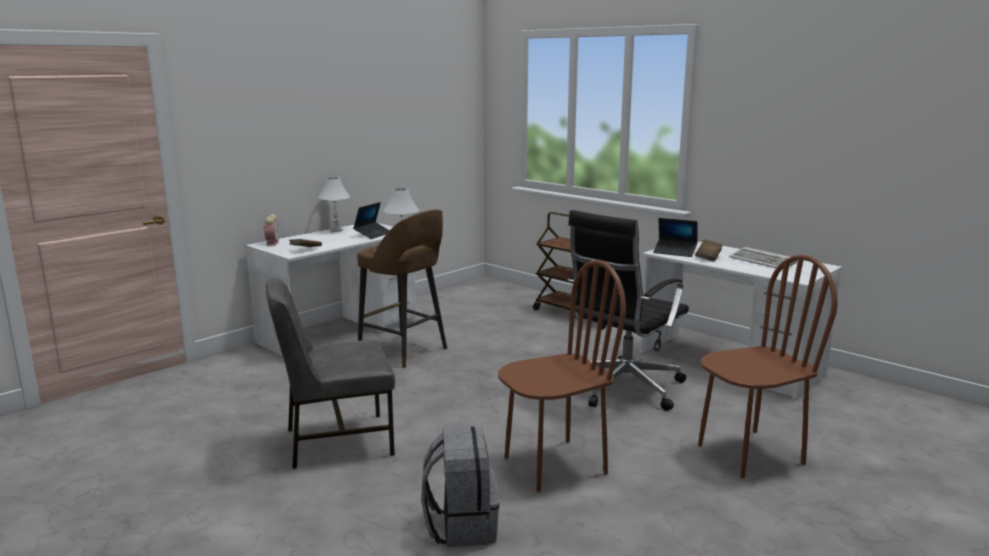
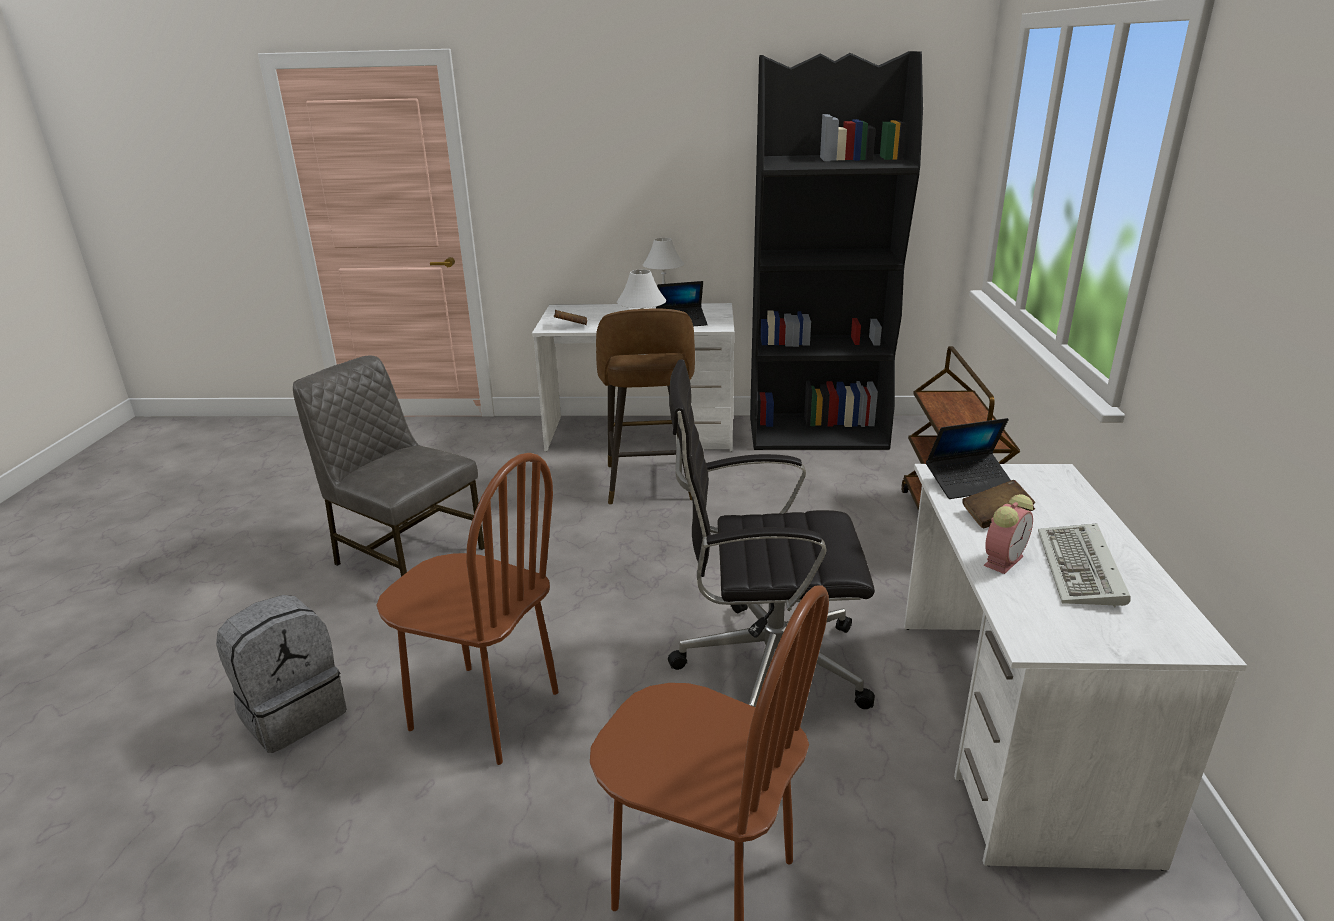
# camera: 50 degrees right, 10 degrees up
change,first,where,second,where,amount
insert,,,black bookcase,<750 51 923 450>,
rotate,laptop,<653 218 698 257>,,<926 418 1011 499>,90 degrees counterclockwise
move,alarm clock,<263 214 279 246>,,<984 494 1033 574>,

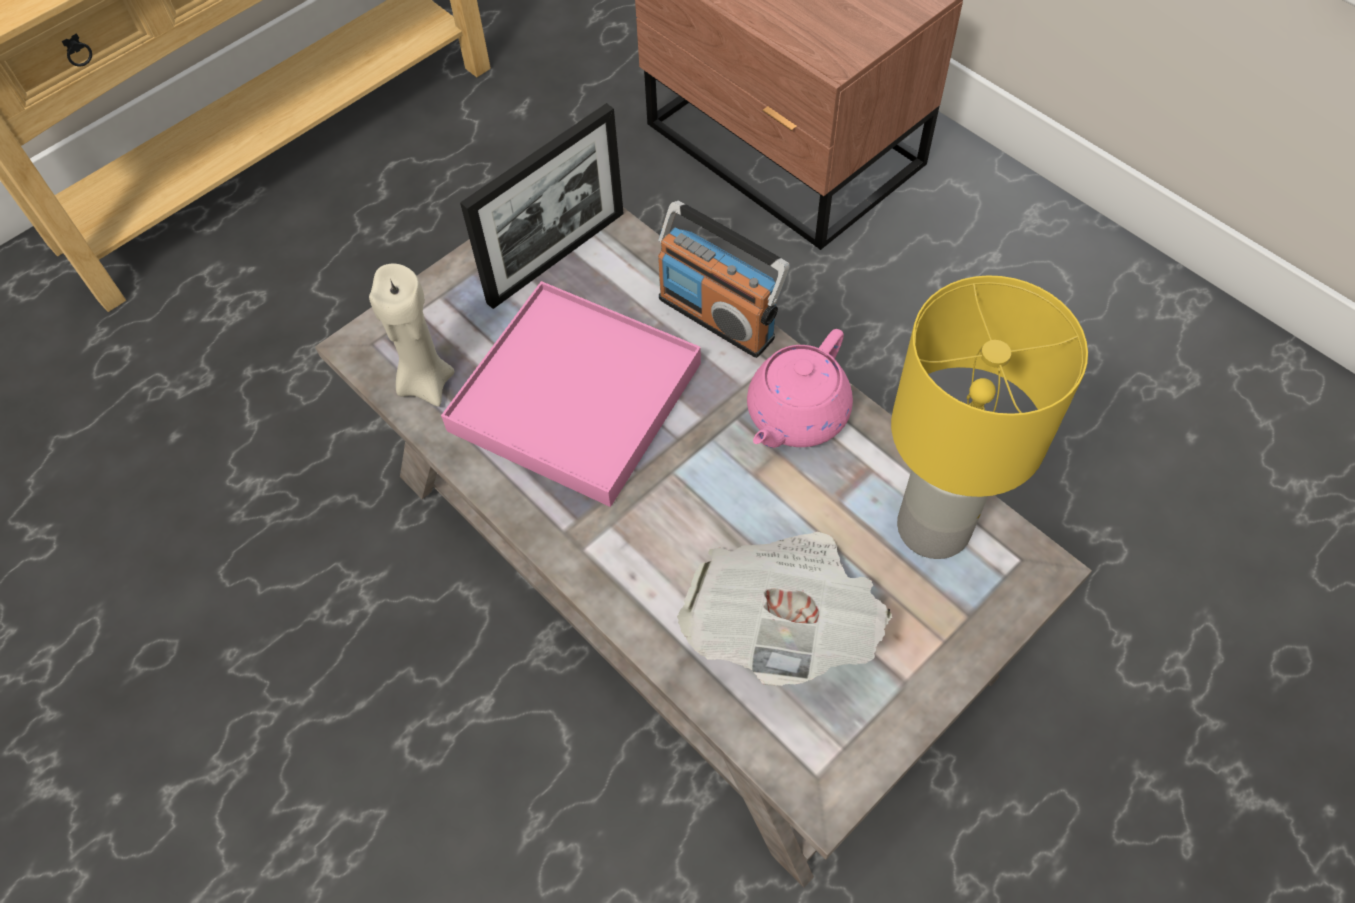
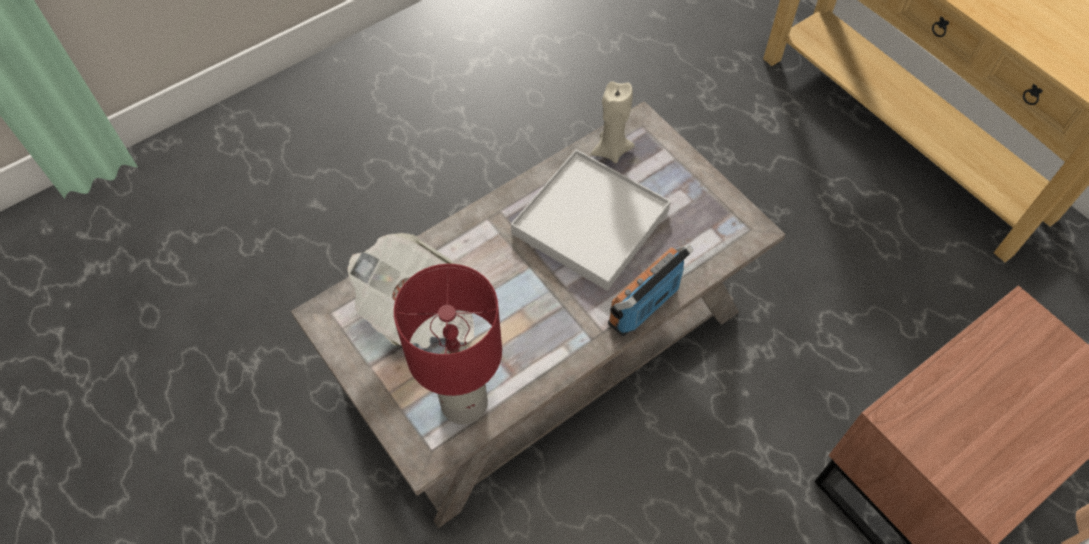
# camera: 95 degrees right, 0 degrees up
change,first,where,second,where,amount
recolor,yellow table lamp,<891 275 1088 559>,red table lamp,<394 264 502 425>,
recolor,pink tray,<441 281 701 507>,white tray,<511 149 671 291>,
delete,picture frame,<460 103 624 309>,,,
delete,pink teapot,<747 329 853 448>,,,

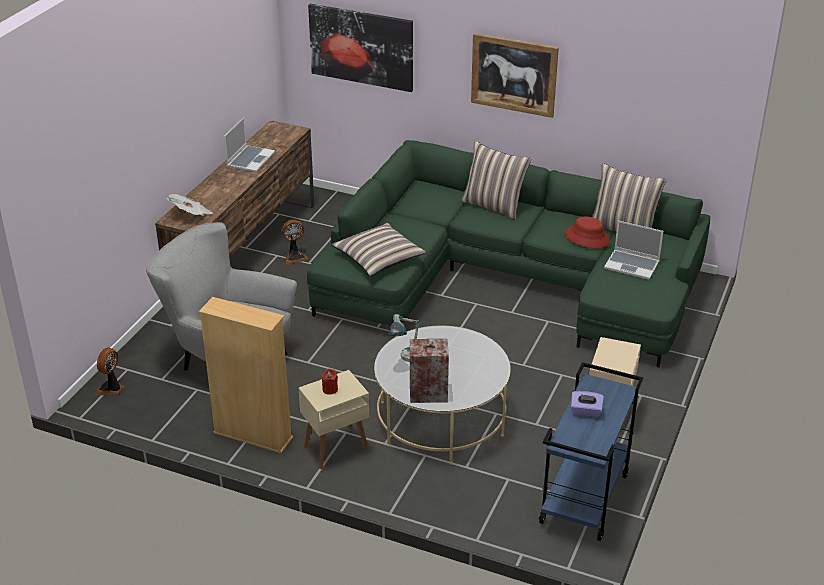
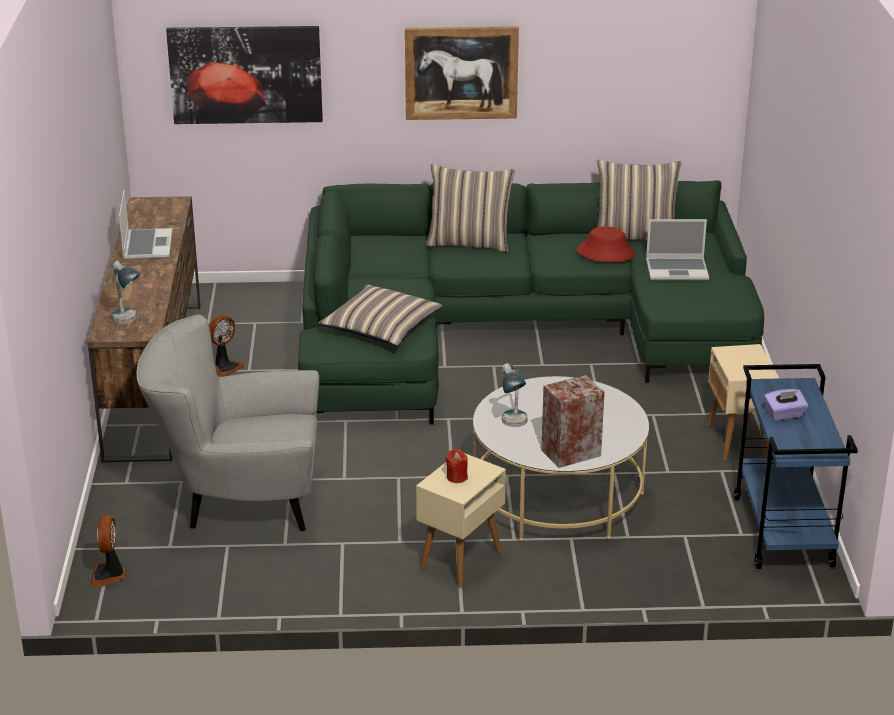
# camera: 25 degrees left, 5 degrees down
change,first,where,second,where,amount
replace,newspaper,<166 194 213 216>,table lamp,<111 261 140 324>,
delete,beige bookcase,<199 297 293 453>,,,

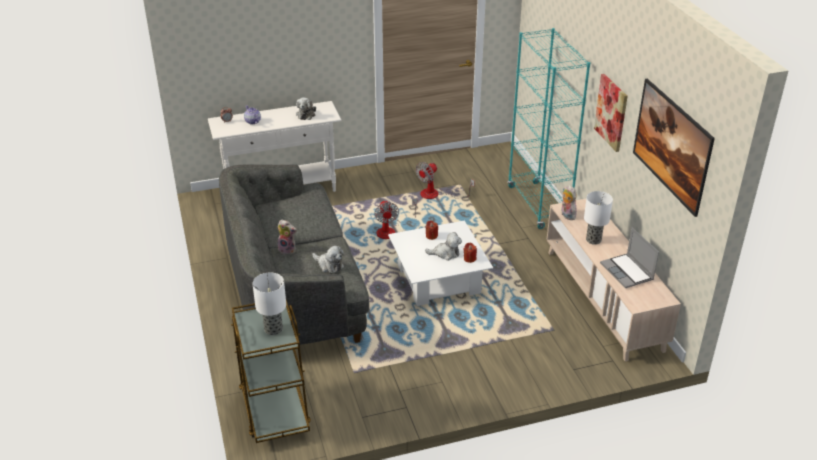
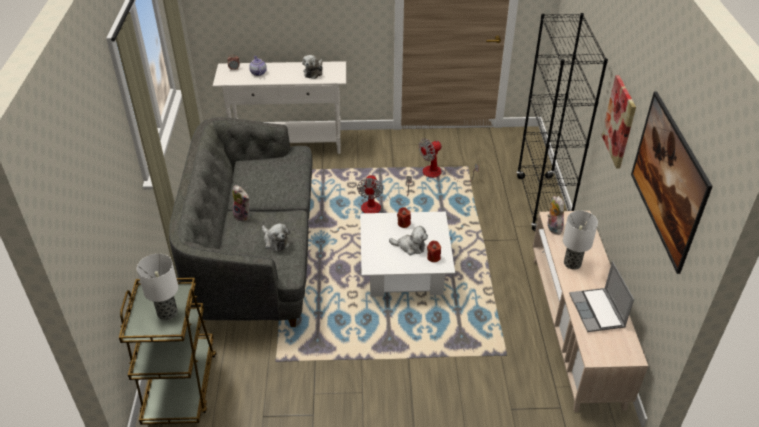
# camera: 15 degrees right, 5 degrees up
change,first,where,second,where,amount
recolor,turquoise bookcase,<508 28 590 229>,black bookcase,<517 13 608 231>,

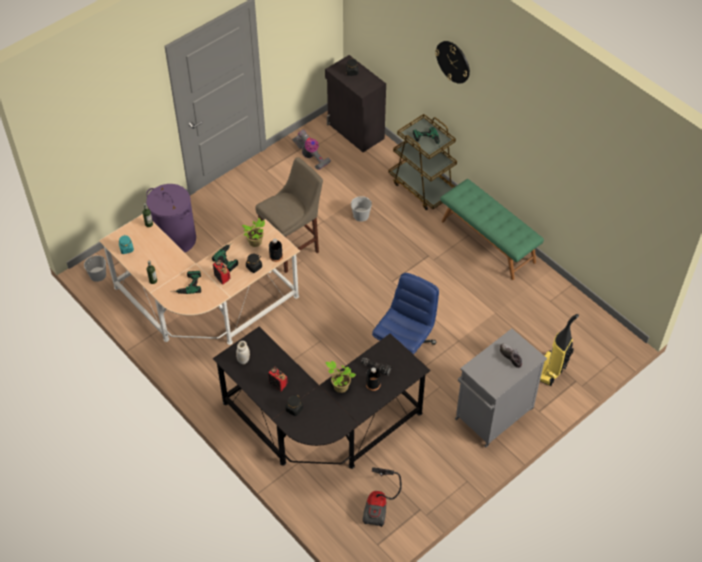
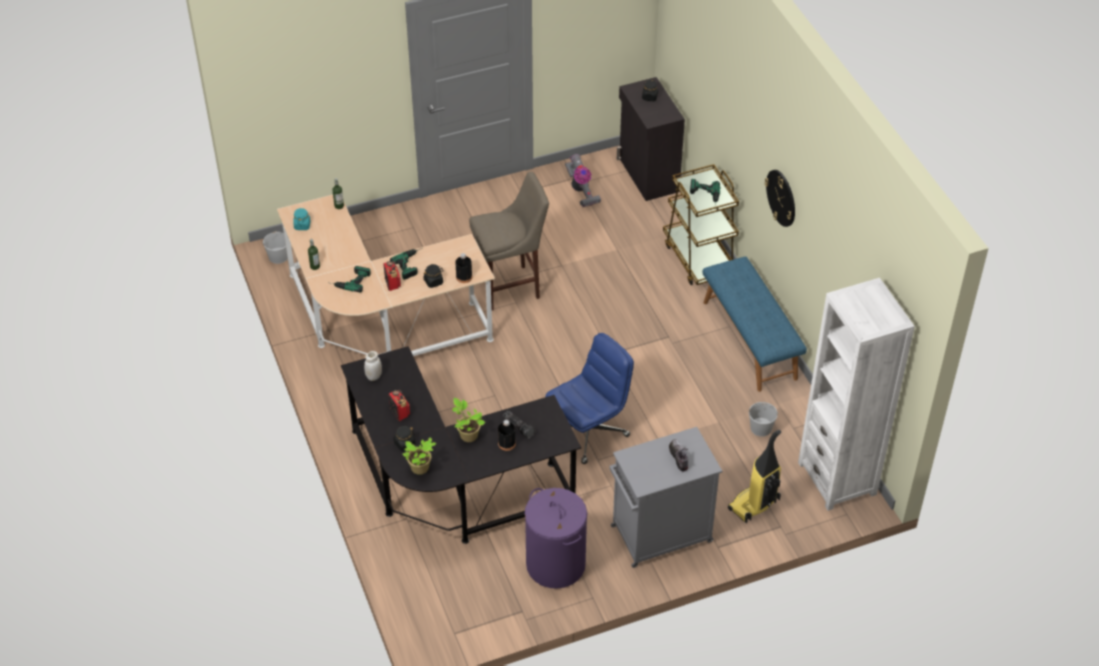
# camera: 20 degrees right, 5 degrees down
change,first,where,second,where,amount
move,potted plant,<242 218 265 247>,,<403 437 436 475>,
move,purple laundry basket,<146 184 196 252>,,<525 488 587 589>,
recolor,green bench,<440 179 544 280>,blue bench,<702 256 807 392>,
move,white bucket,<351 196 372 222>,,<749 402 778 437>,
move,wall clock,<435 41 470 84>,,<765 170 795 227>,
insert,,,white bookcase,<798 278 915 511>,
delete,vacuum cleaner,<362 467 402 527>,,,

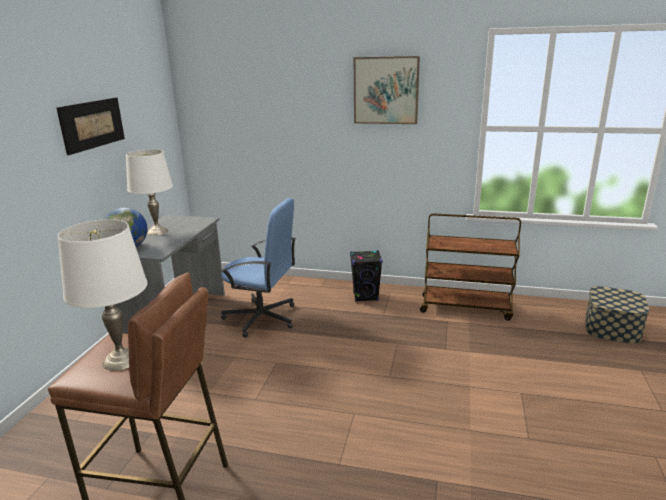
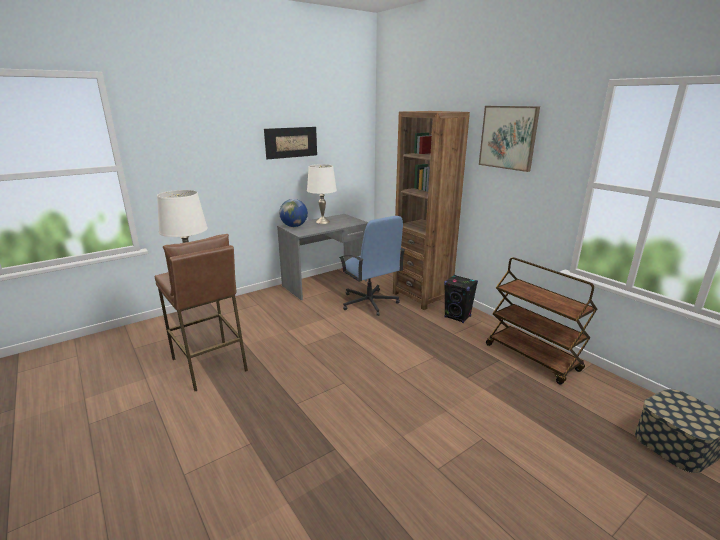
# camera: 40 degrees right, 0 degrees up
change,first,where,second,where,amount
insert,,,brown bookcase,<393 111 470 310>,

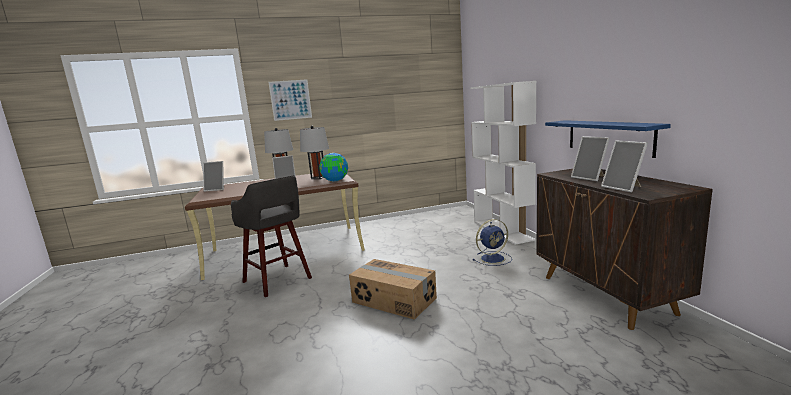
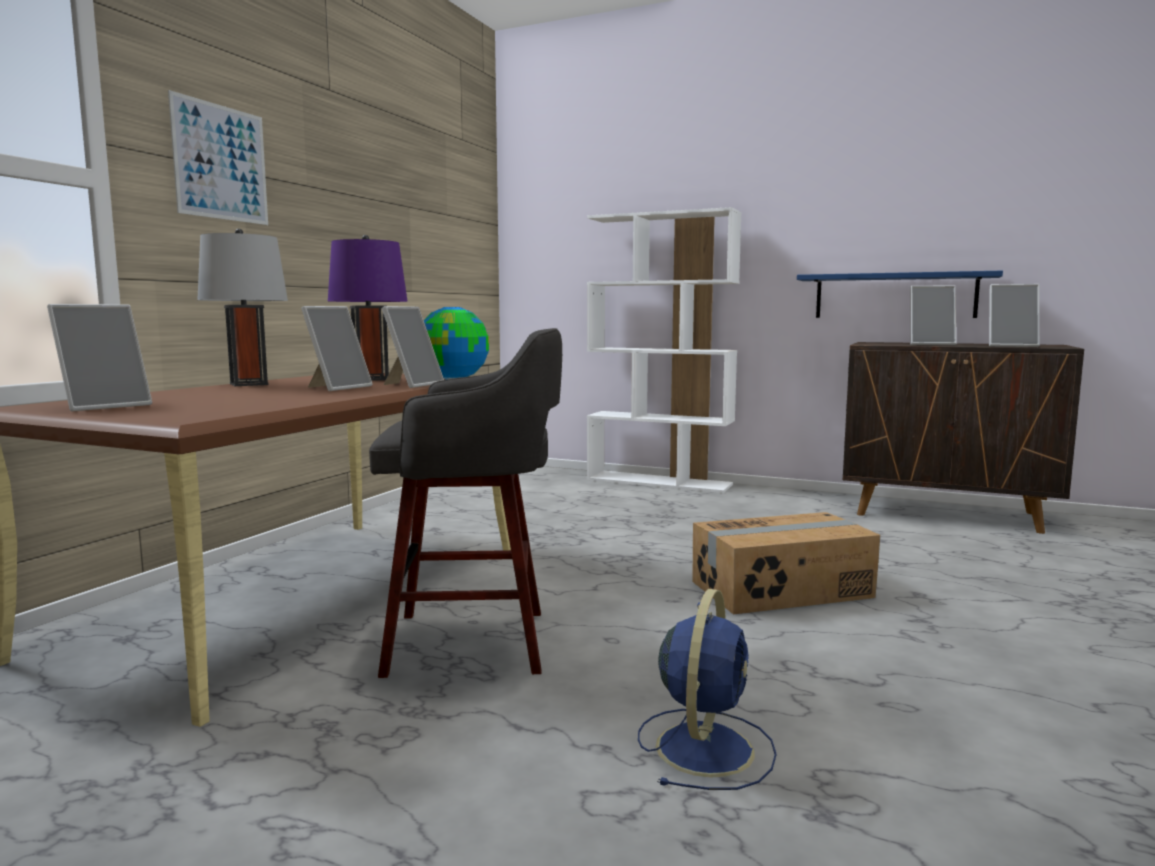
# camera: 50 degrees left, 5 degrees down
change,first,where,second,where,amount
recolor,grey table lamp,<300 126 329 179>,purple table lamp,<328 235 408 381>,
insert,,,picture frame,<382 306 444 388>,
move,blue fan,<473 219 512 266>,,<638 589 776 790>,

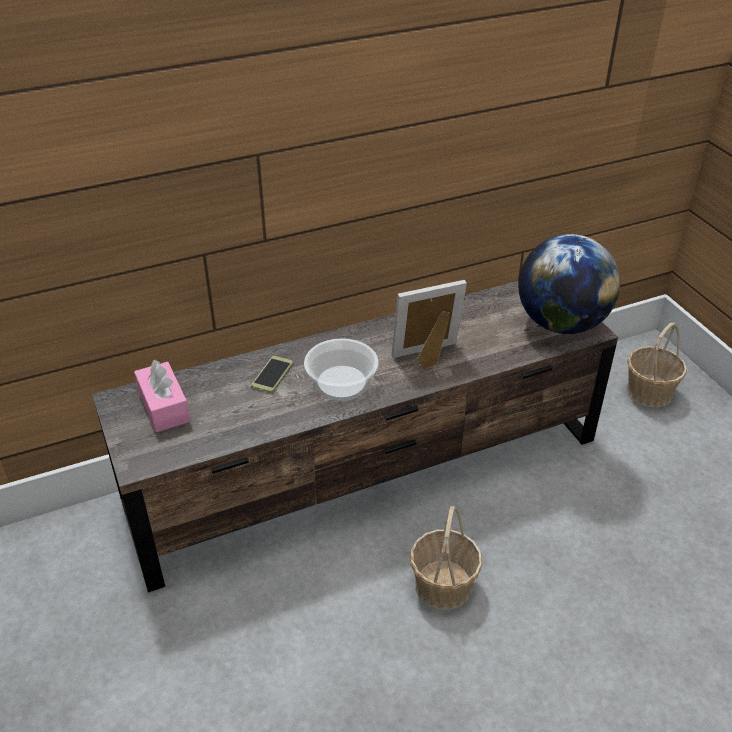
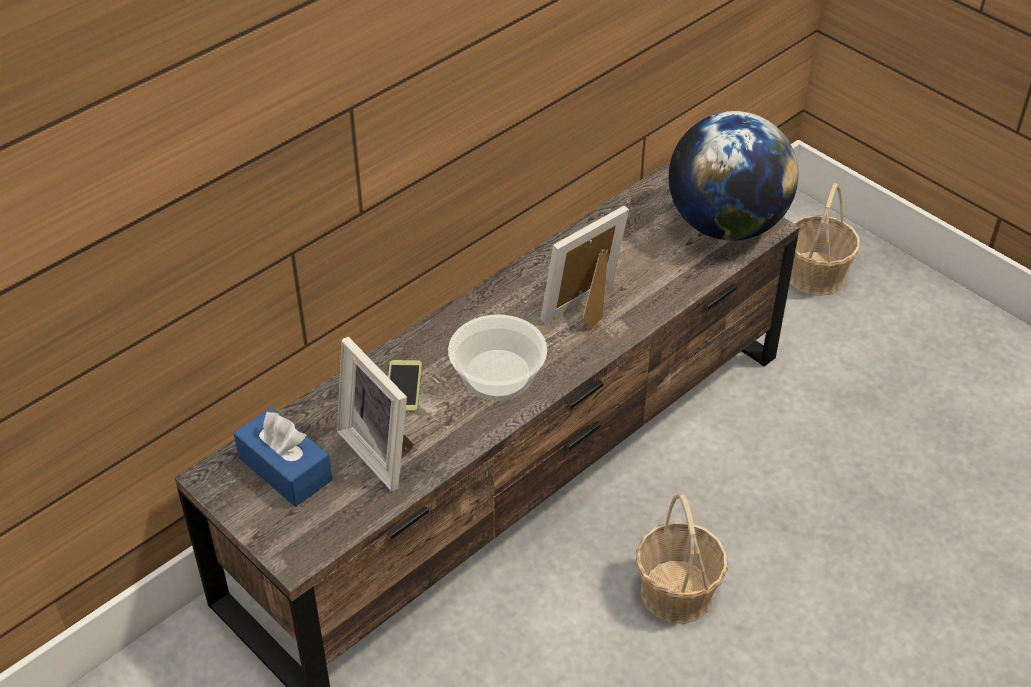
# camera: 20 degrees left, 5 degrees up
change,first,where,second,where,amount
recolor,pink tissue box,<134 360 190 432>,blue tissue box,<234 408 332 507>,
insert,,,picture frame,<337 337 414 491>,

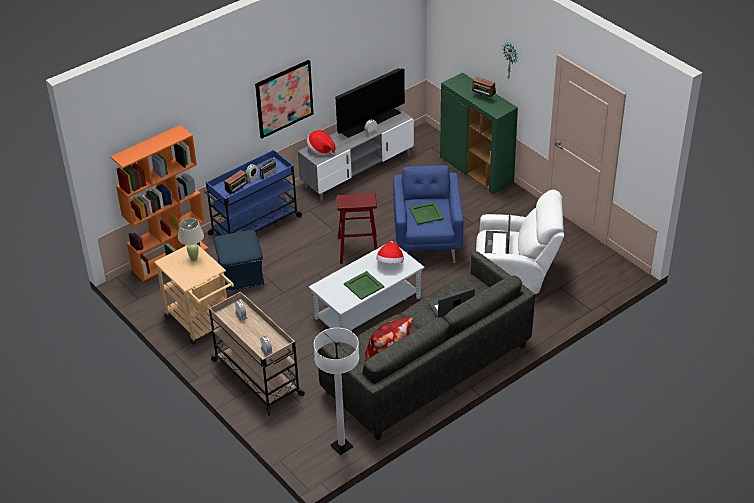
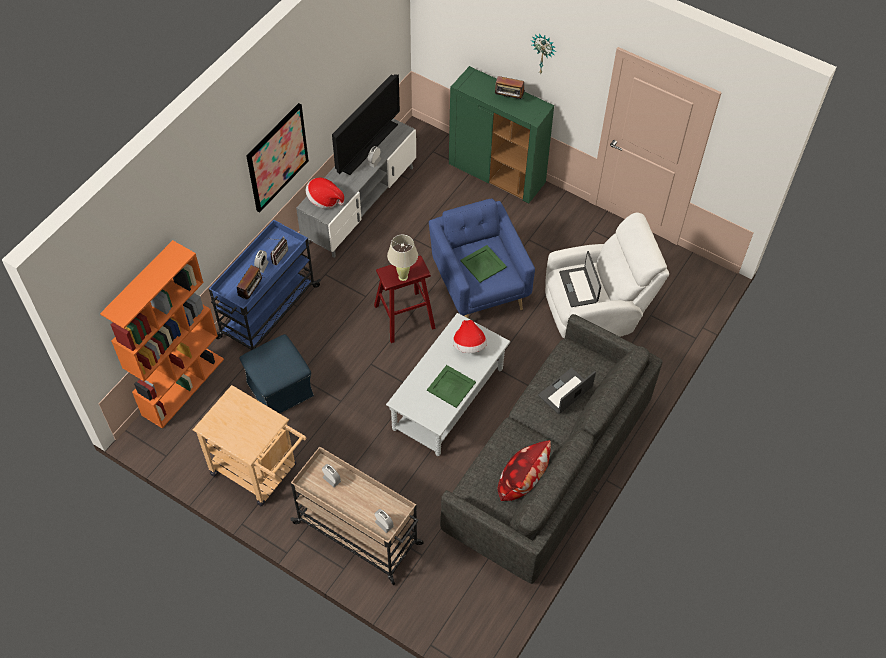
# camera: 20 degrees left, 15 degrees up
change,first,where,second,where,amount
move,beige table lamp,<178 218 204 262>,,<387 235 418 281>,
delete,white floor lamp,<314 328 359 455>,,,

